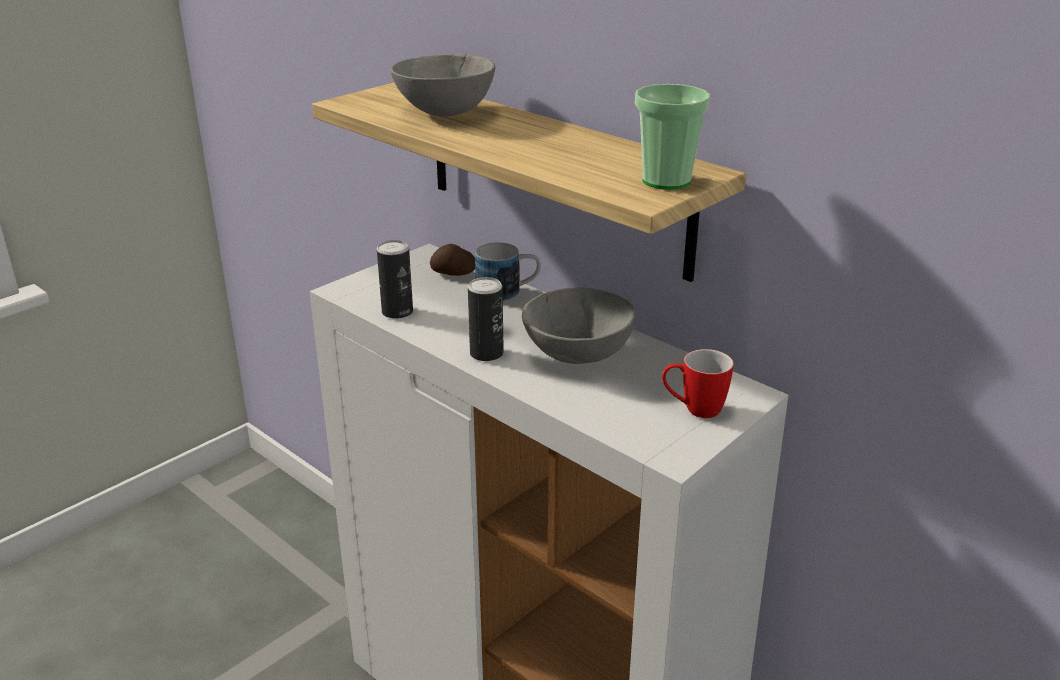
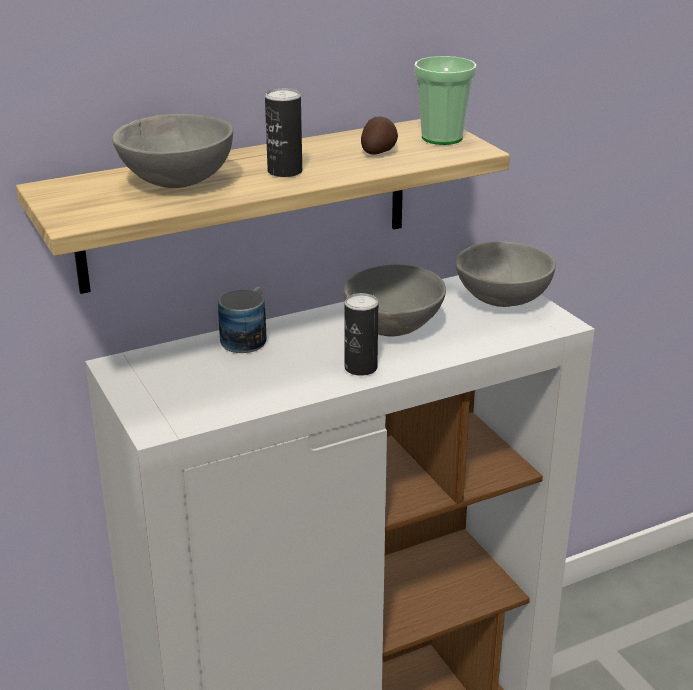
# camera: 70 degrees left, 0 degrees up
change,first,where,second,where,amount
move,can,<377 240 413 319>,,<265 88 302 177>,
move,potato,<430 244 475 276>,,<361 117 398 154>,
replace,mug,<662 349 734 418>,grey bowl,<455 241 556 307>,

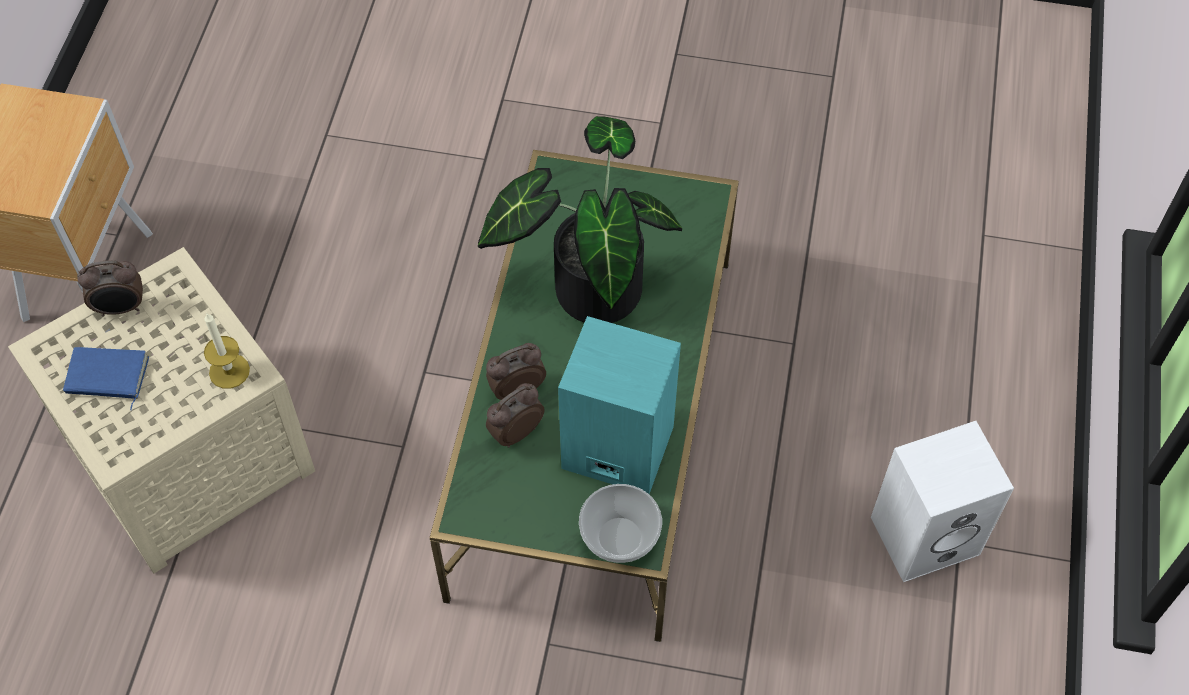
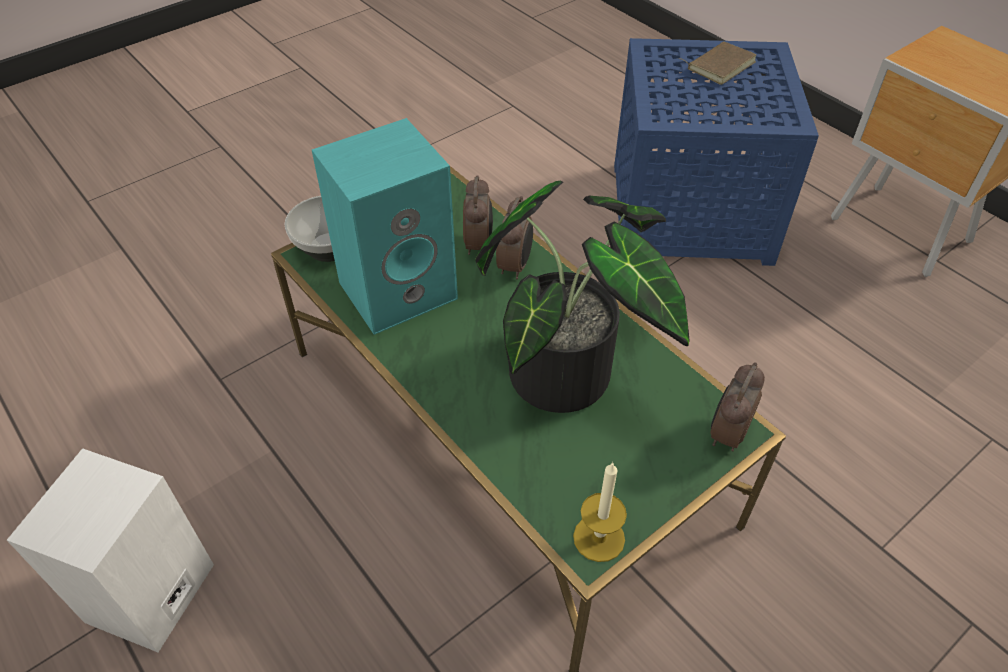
# camera: 130 degrees right, 10 degrees down
change,first,where,second,where,amount
move,candle,<204 313 250 389>,,<573 462 627 562>,
recolor,beige side table,<8 247 315 573>,blue side table,<614 38 819 266>,
recolor,blue book,<63 347 149 410>,brown book,<679 41 756 85>,
move,alarm clock,<77 260 143 317>,,<710 362 765 451>,

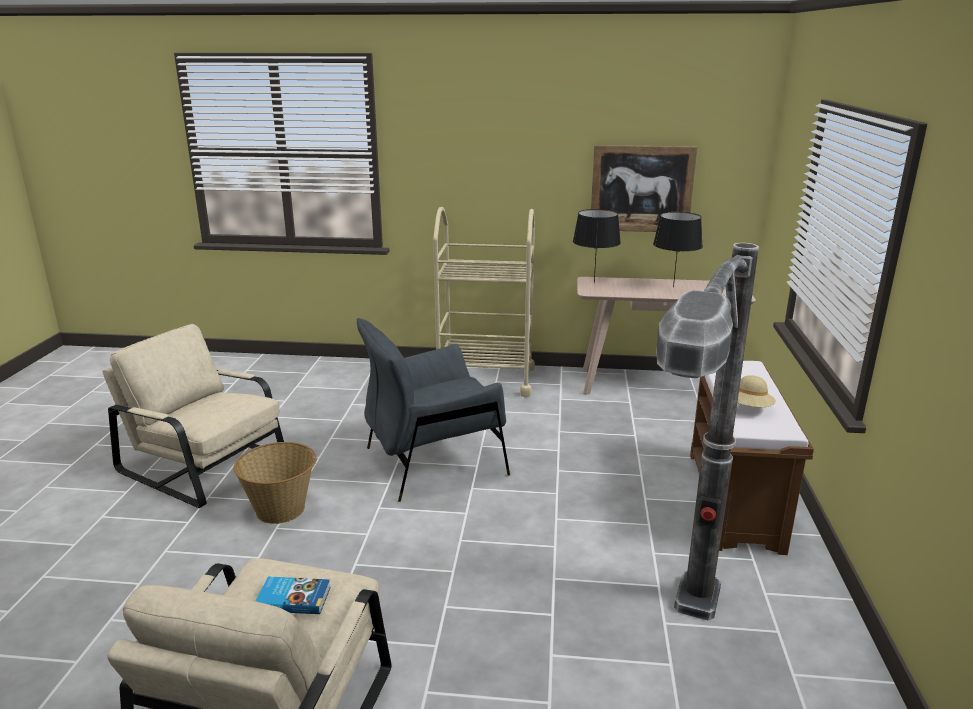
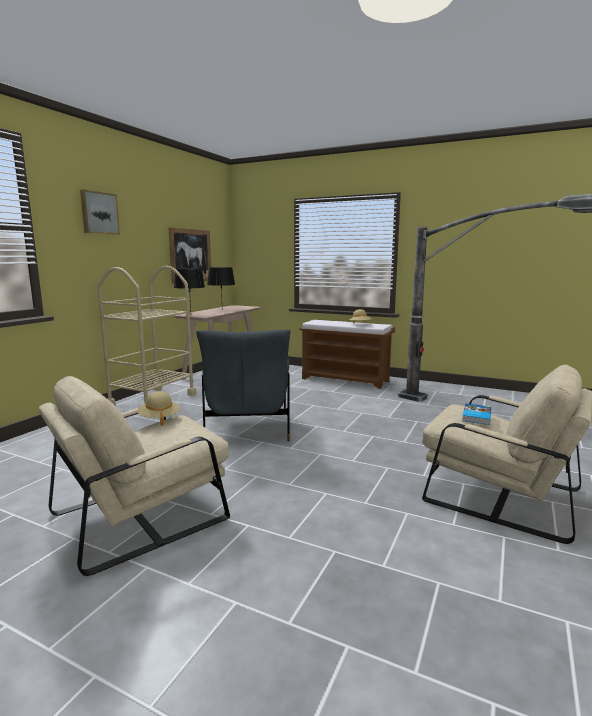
# camera: 70 degrees left, 10 degrees down
change,first,where,second,where,amount
insert,,,picture,<80 190 120 235>,
insert,,,beige hat,<137 391 180 426>,
delete,basket,<234 442 317 524>,,,

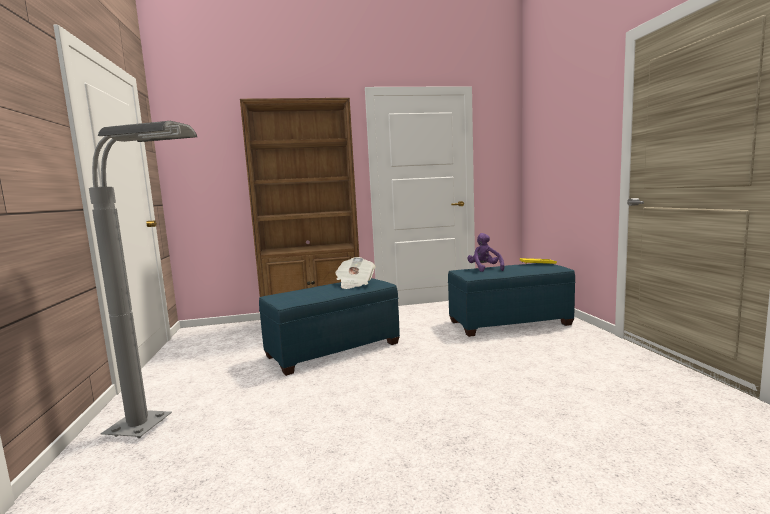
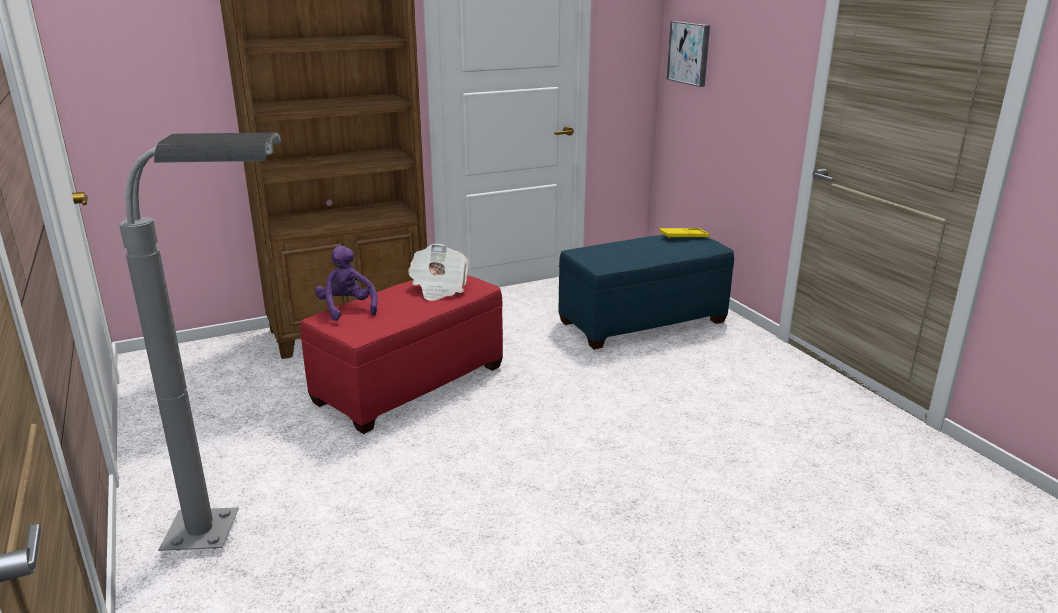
# camera: 15 degrees left, 15 degrees up
change,first,where,second,where,amount
recolor,blue ottoman,<259 278 400 376>,red ottoman,<300 275 503 434>,
move,purple plush toy,<467 233 504 272>,,<315 245 378 321>,
insert,,,picture,<667 21 710 87>,

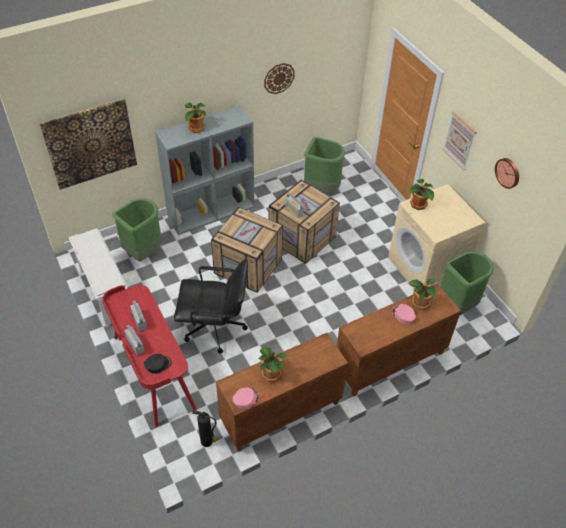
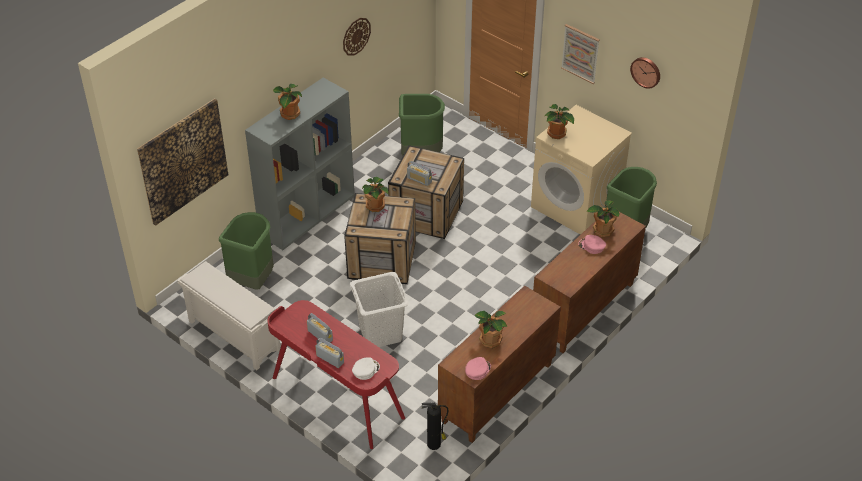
# camera: 20 degrees left, 5 degrees down
change,first,where,second,where,amount
replace,black office chair,<174 259 248 354>,white laundry basket,<350 272 409 347>,
recolor,black cap,<144 354 172 374>,white cap,<352 357 380 380>,
insert,,,potted plant,<362 177 389 212>,

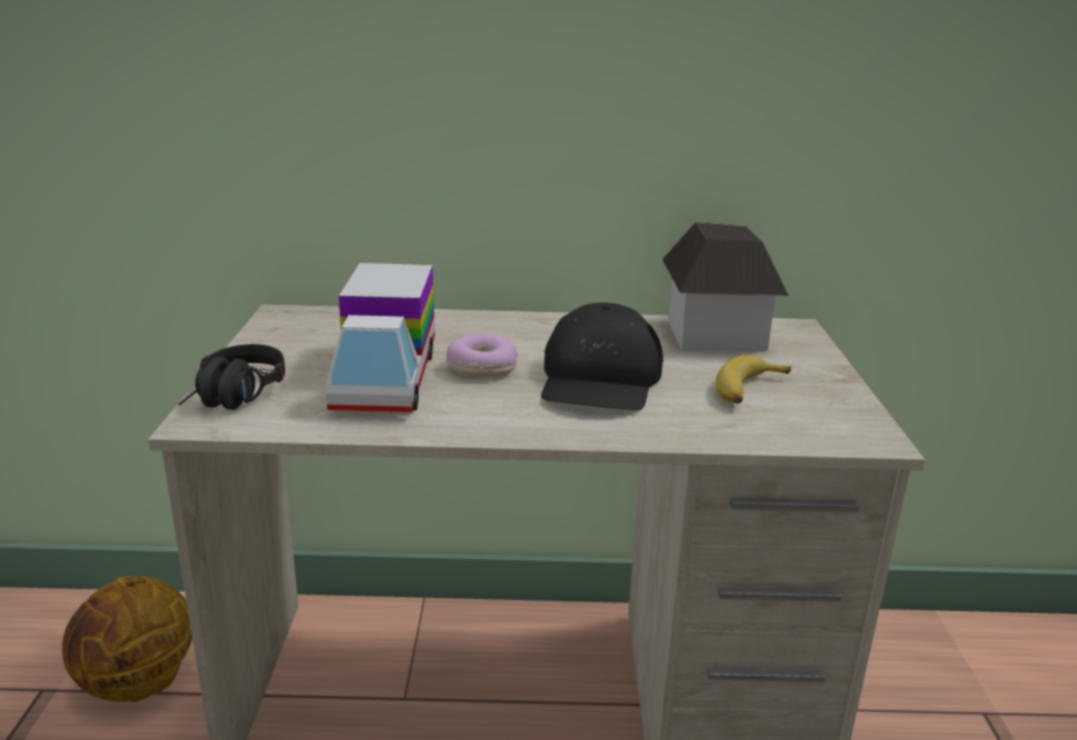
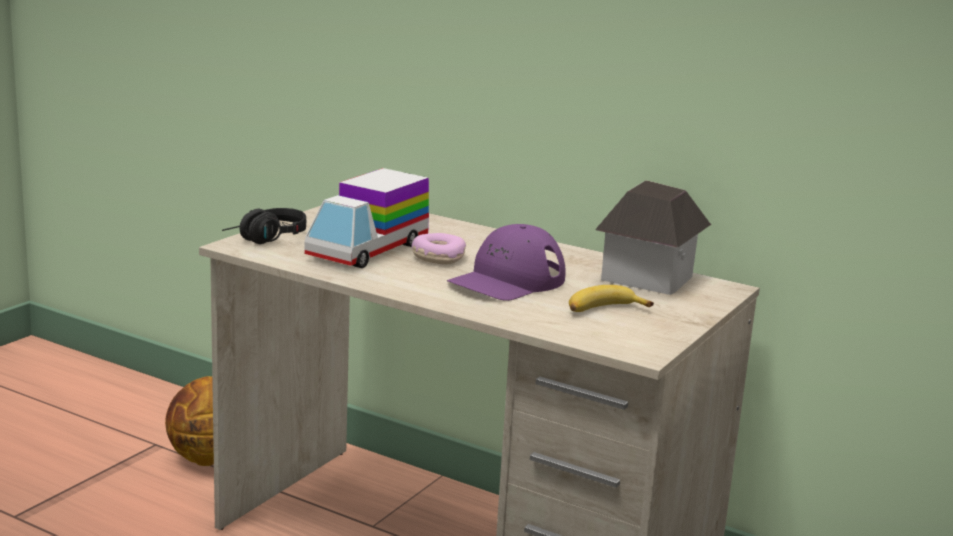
# camera: 30 degrees right, 5 degrees down
change,first,where,second,where,amount
recolor,black cap,<541 302 663 410>,purple cap,<447 224 566 301>,

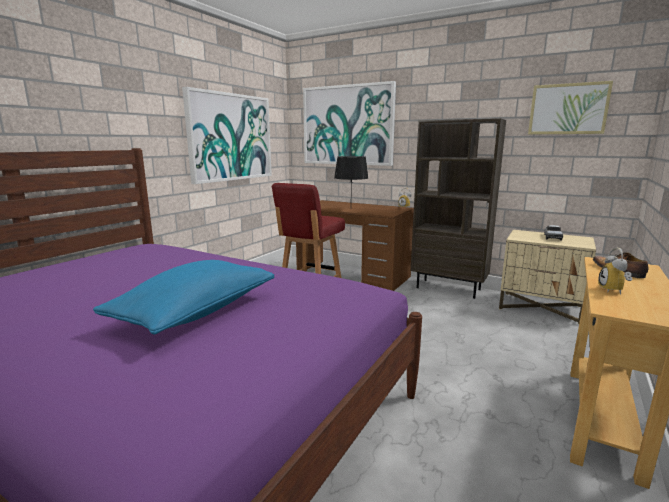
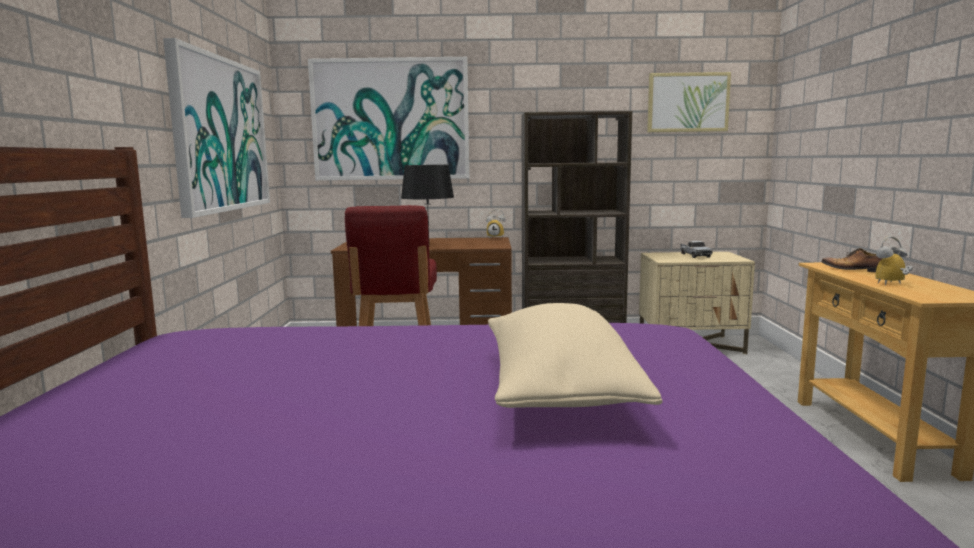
# camera: 30 degrees left, 5 degrees down
change,first,where,second,where,amount
recolor,blue pillow,<93 260 274 335>,beige pillow,<488 303 662 408>,
rotate,alarm clock,<598 248 633 295>,,<875 236 913 286>,90 degrees clockwise

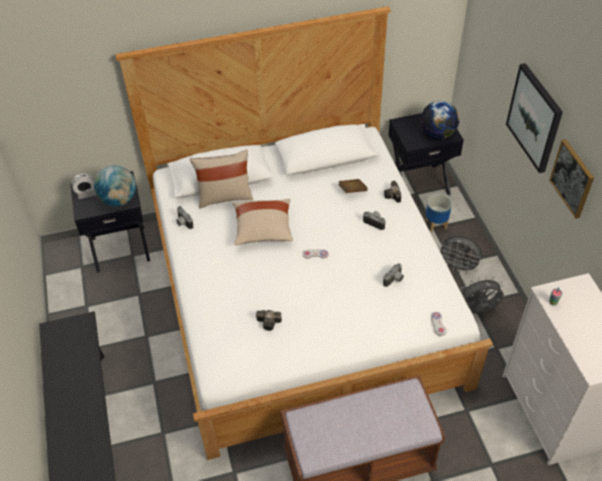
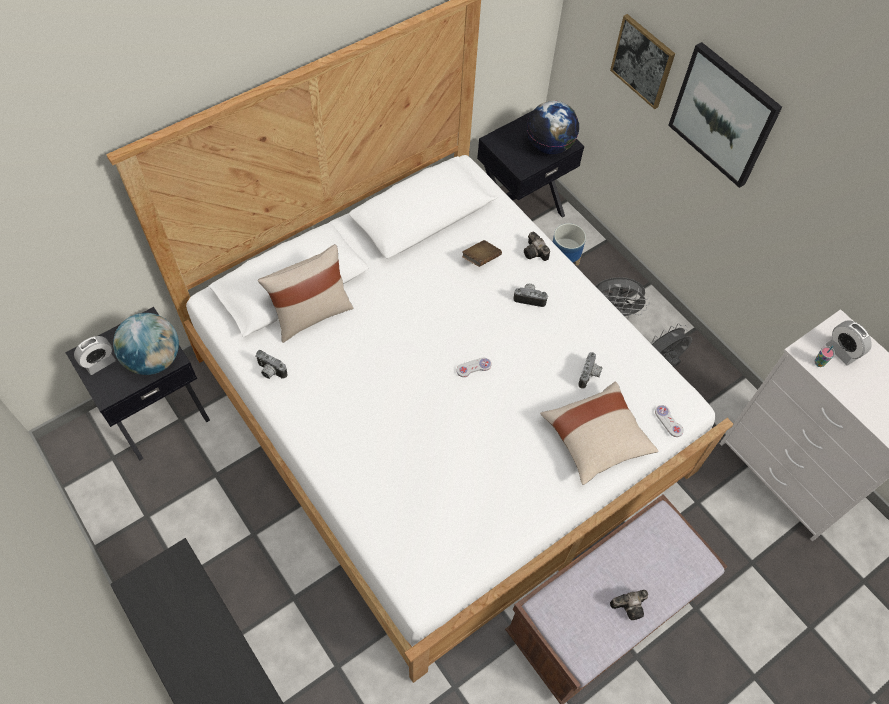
# camera: 25 degrees left, 10 degrees up
change,first,where,second,where,amount
move,beige pillow,<232 199 293 245>,,<540 382 658 485>,
move,picture,<549 139 594 219>,,<610 14 675 109>,
move,photo camera,<256 310 282 331>,,<610 590 648 620>,
insert,,,alarm clock,<826 321 872 366>,

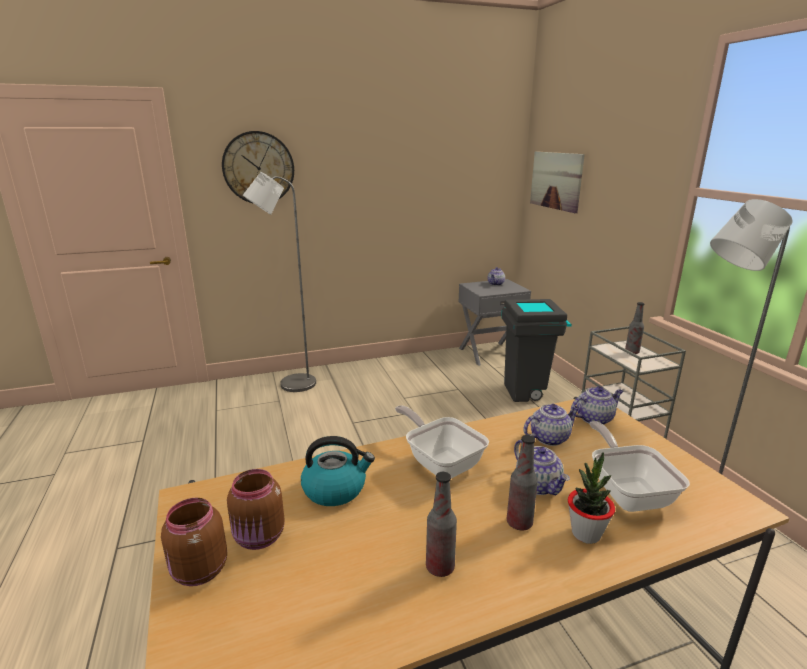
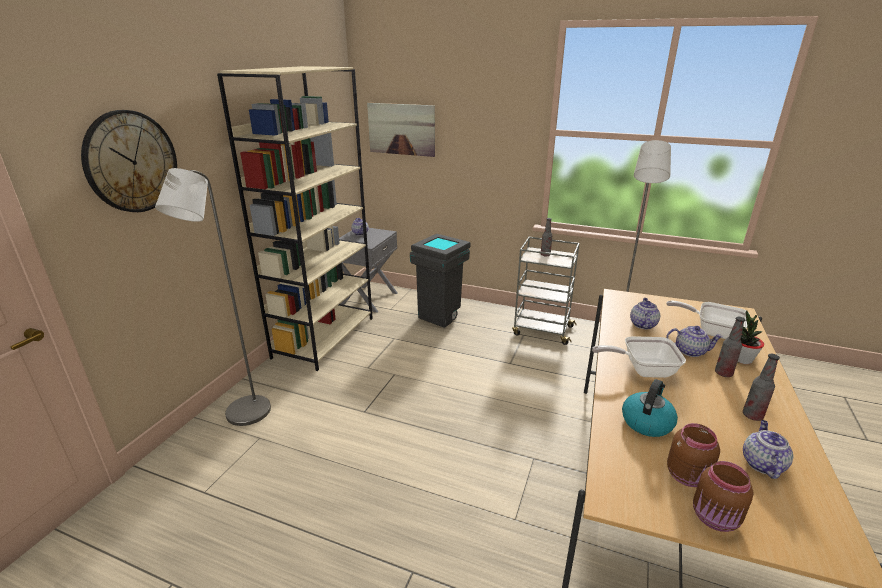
# camera: 50 degrees left, 5 degrees up
change,first,where,second,where,amount
insert,,,beige bookcase,<217 66 373 371>,
move,teapot,<571 386 623 425>,,<743 420 793 479>,

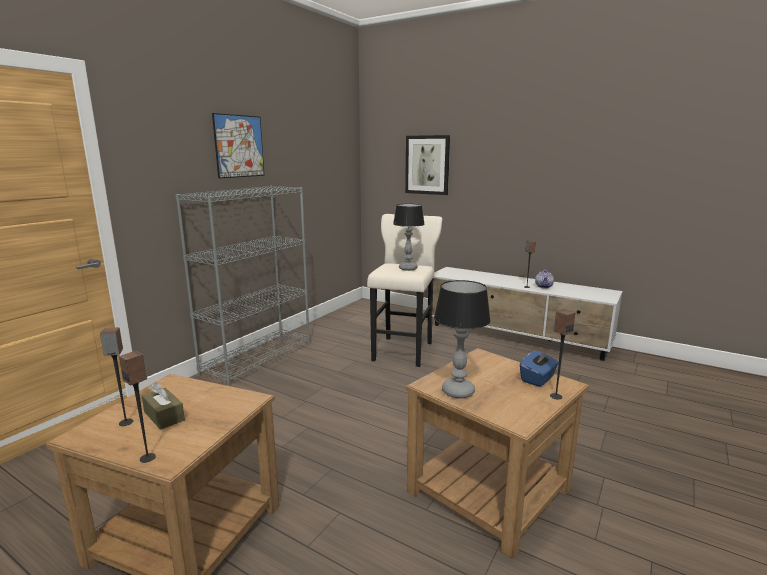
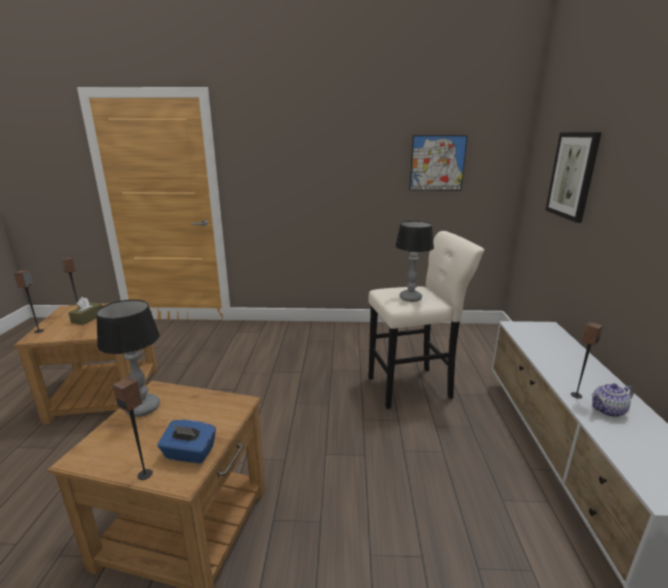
# camera: 60 degrees right, 5 degrees up
change,first,where,second,where,amount
move,picture,<212 113 264 178>,,<409 135 468 191>,
delete,grey bookcase,<175 186 310 386>,,,

